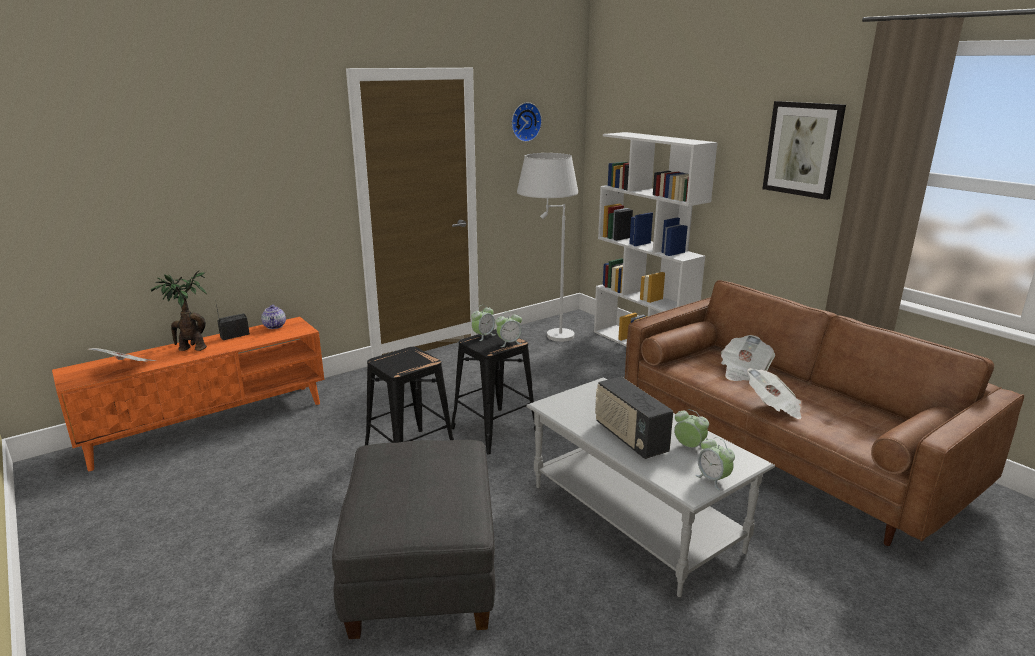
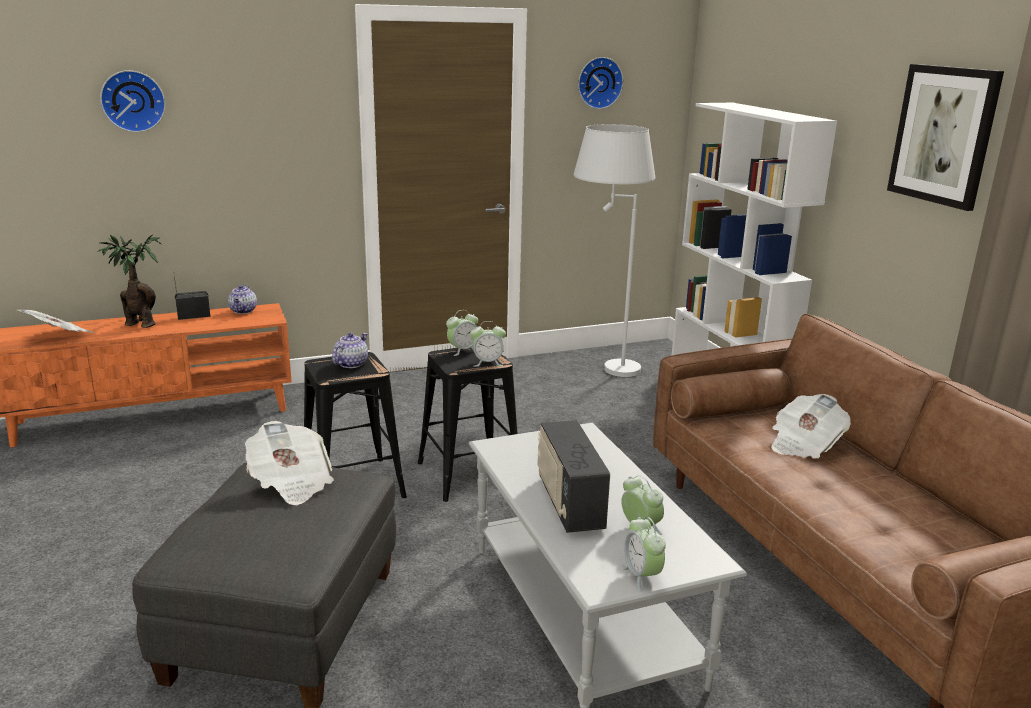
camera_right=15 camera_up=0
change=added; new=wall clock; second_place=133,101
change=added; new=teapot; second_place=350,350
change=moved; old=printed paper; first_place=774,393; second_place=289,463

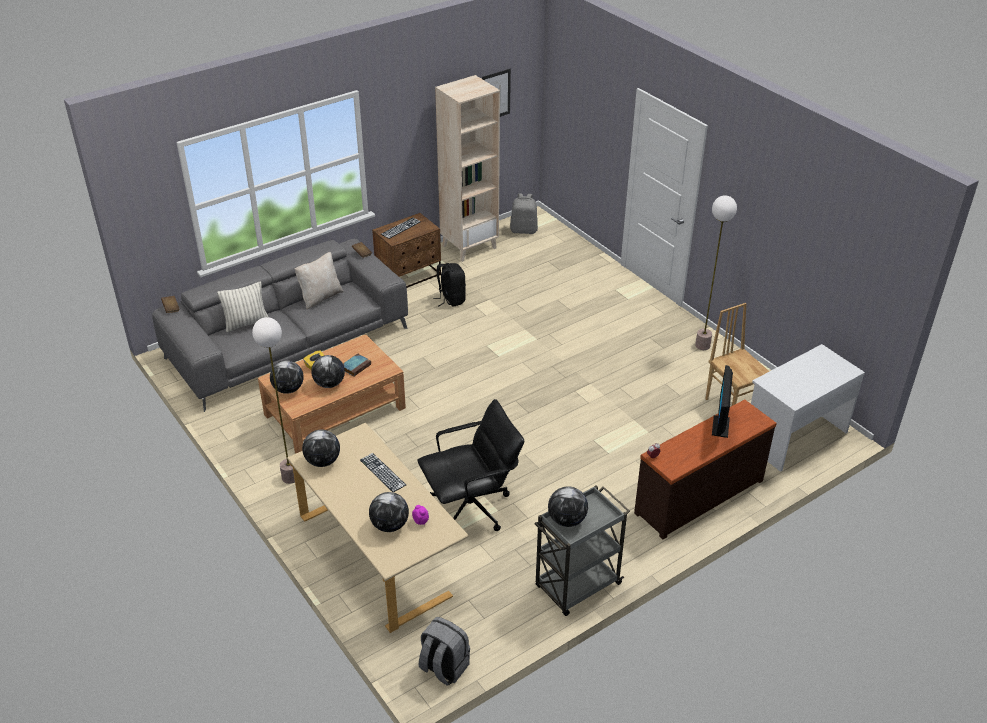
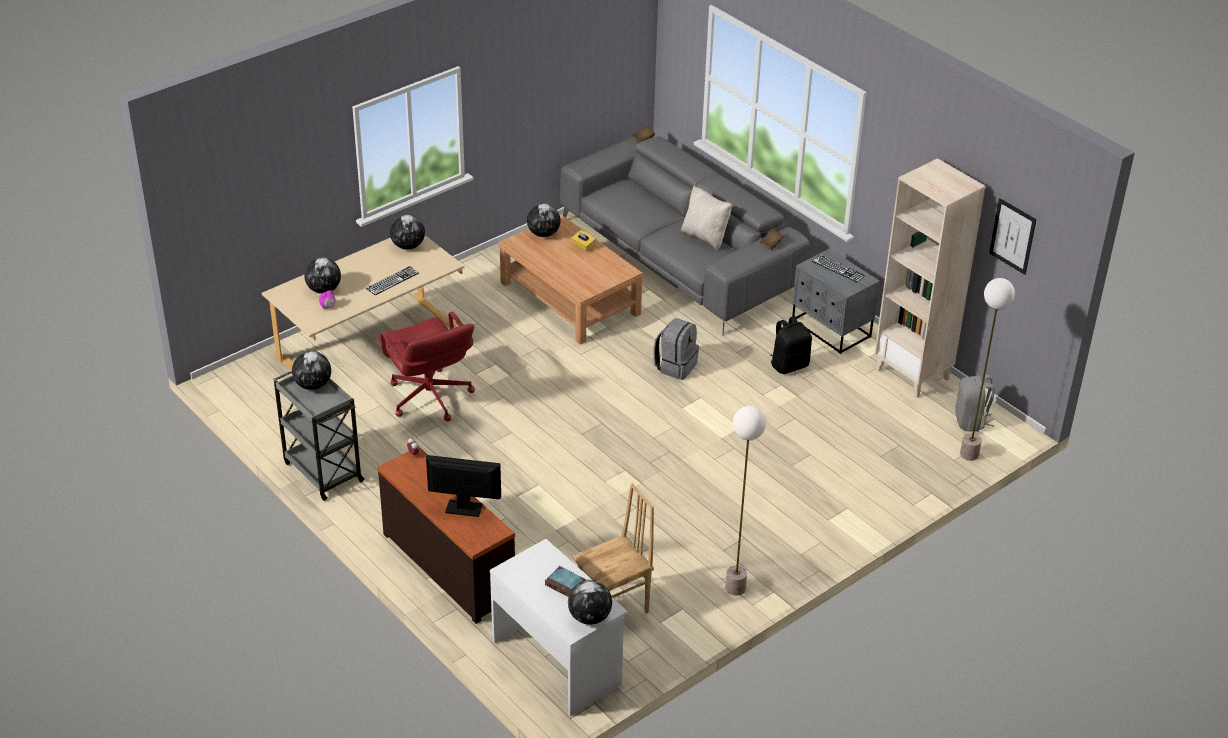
camera_right=85 camera_up=0
change=removed; old=pillow; first_place=243,306
change=moved; old=standing lamp; first_place=273,400; second_place=987,369
change=moved; old=globe; first_place=328,371; second_place=590,602
change=moved; old=book; first_place=357,365; second_place=565,581
change=moved; old=gray backpack; first_place=444,651; second_place=676,349
change=recoloured; old=brown-coloured night table; new=gray night table; first_place=406,250; second_place=836,301
change=recoloured; old=black-coloured office chair; new=red-coloured office chair; first_place=471,465; second_place=426,366

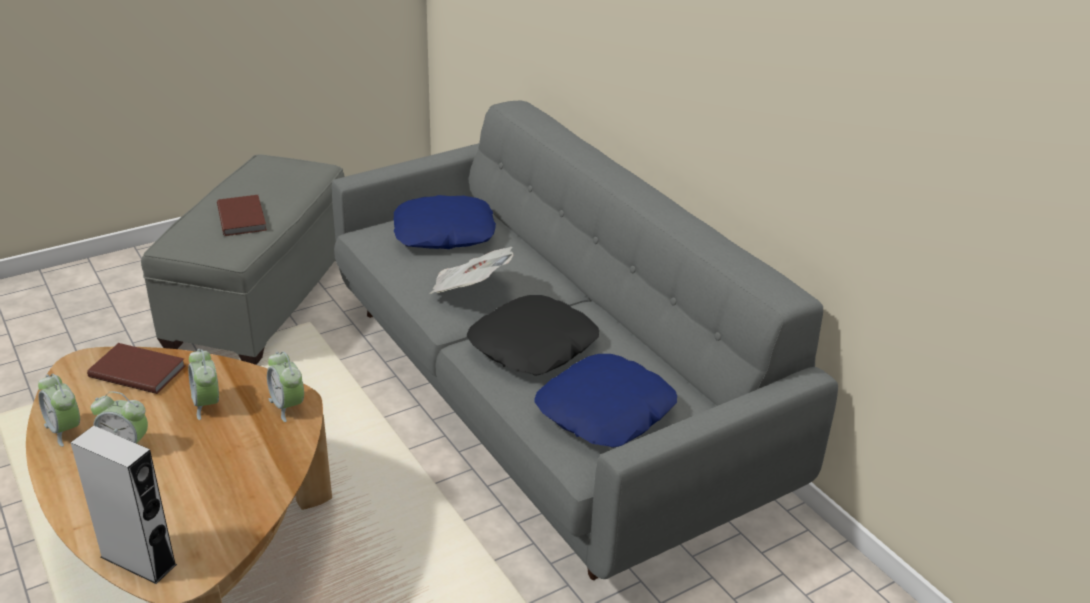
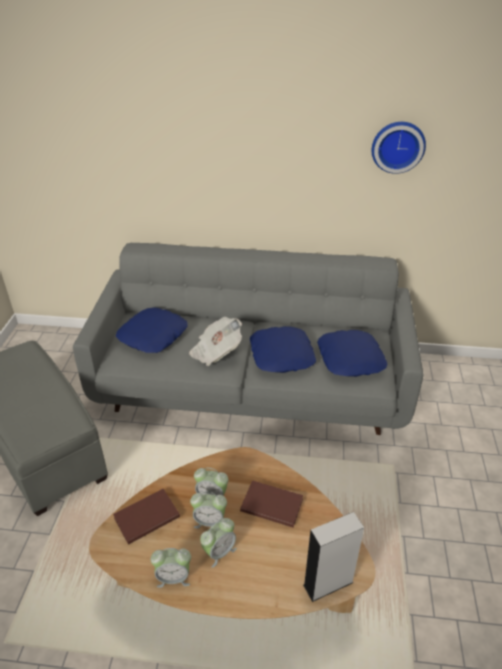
camera_right=-50 camera_up=5
change=added; new=wall clock; second_place=399,148
change=moved; old=brown-coloured book; first_place=242,215; second_place=271,503
change=moved; old=bedside clock; first_place=285,386; second_place=208,510
change=recoloured; old=black-coloured pillow; new=blue-coloured pillow; first_place=533,335; second_place=283,349

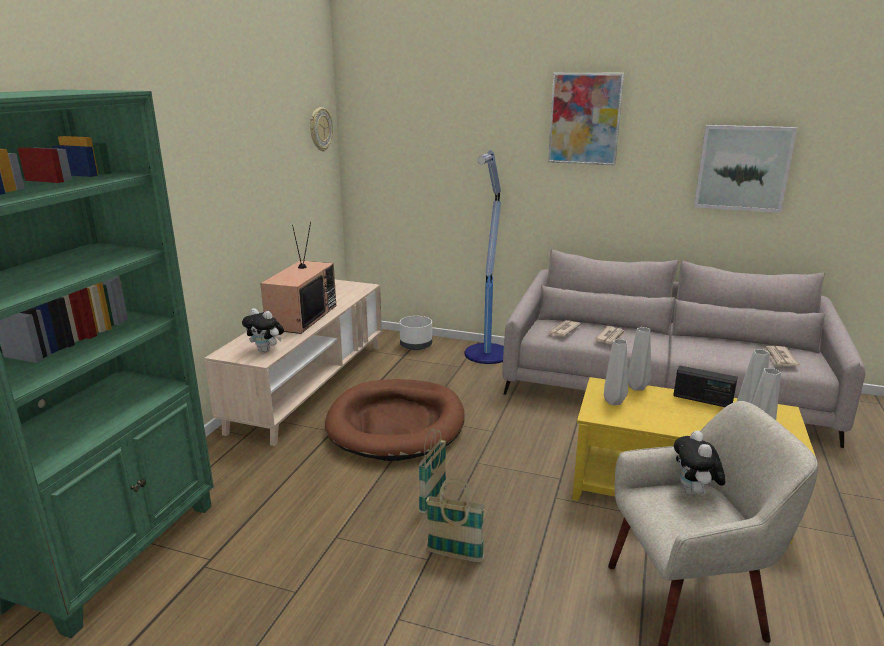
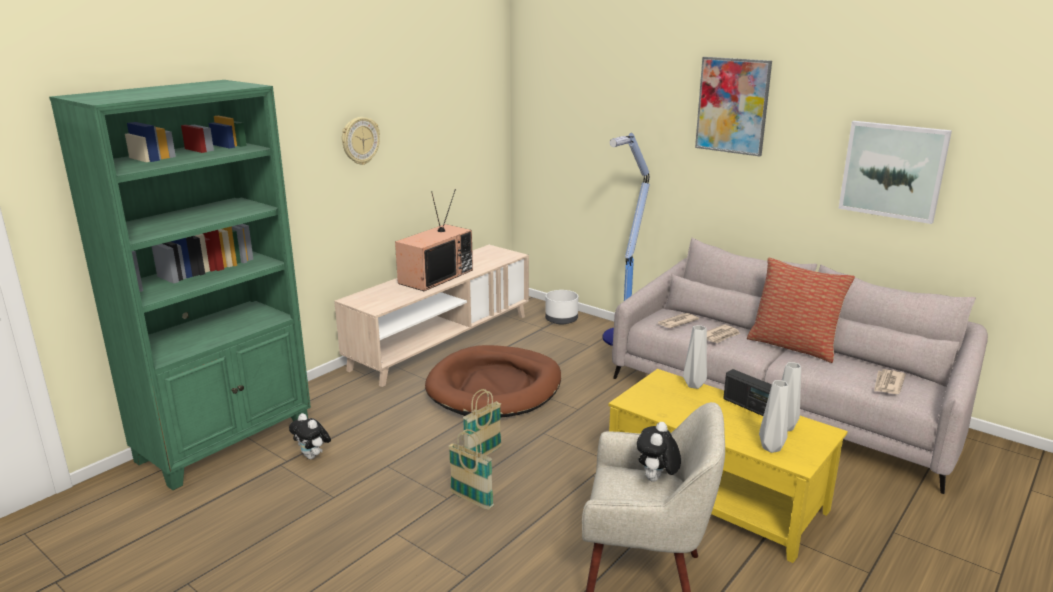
camera_right=20 camera_up=0
change=removed; old=gray decorative vase; first_place=616,372
change=added; new=pillow; second_place=801,310
change=moved; old=plush toy; first_place=263,330; second_place=310,436
change=moved; old=wall clock; first_place=321,129; second_place=361,141

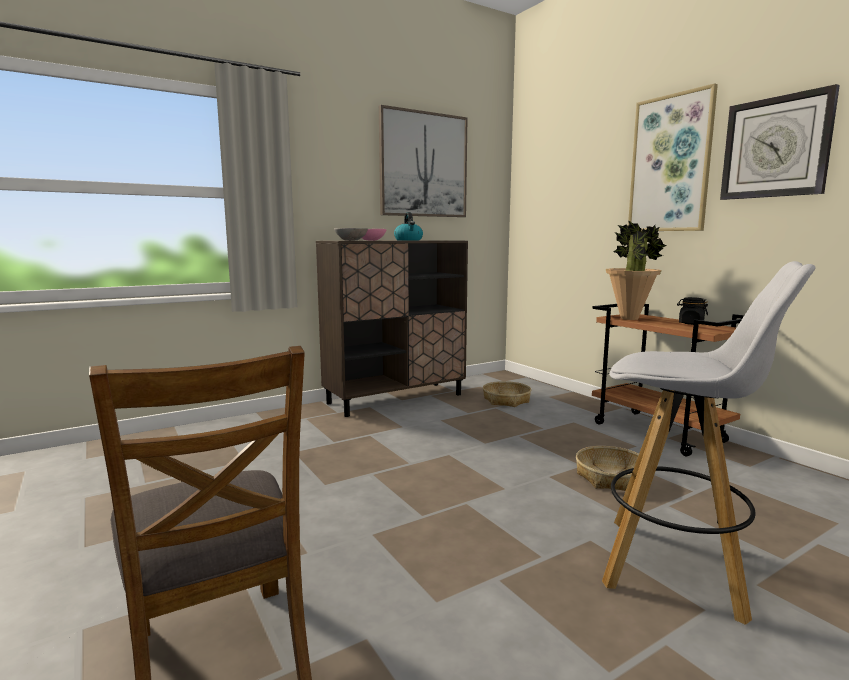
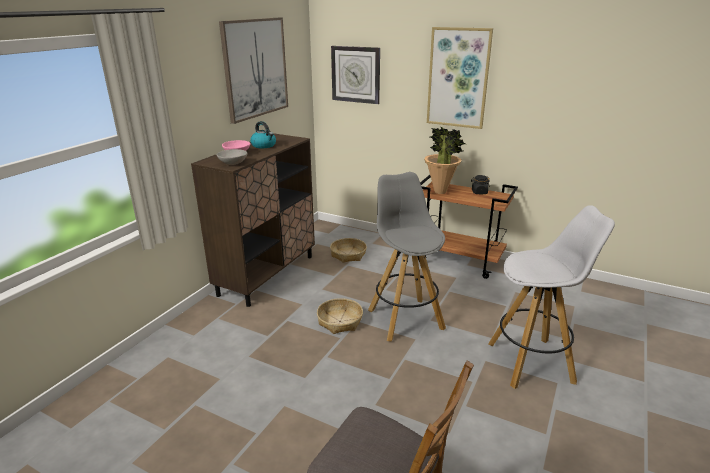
camera_right=-30 camera_up=15
change=added; new=gray stool; second_place=407,257
change=moved; old=household basket; first_place=607,468; second_place=340,316
change=moved; old=wall clock; first_place=780,142; second_place=355,75

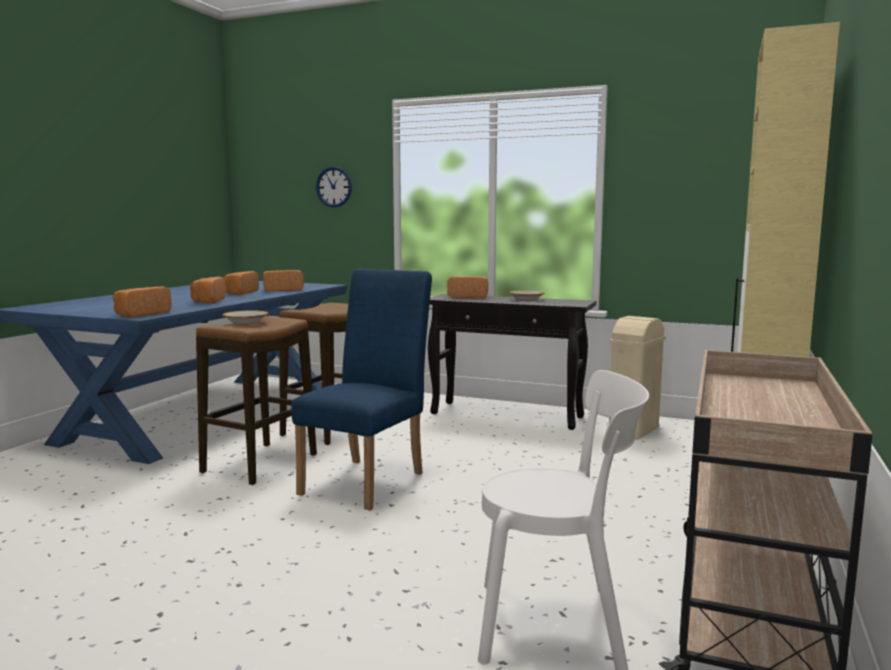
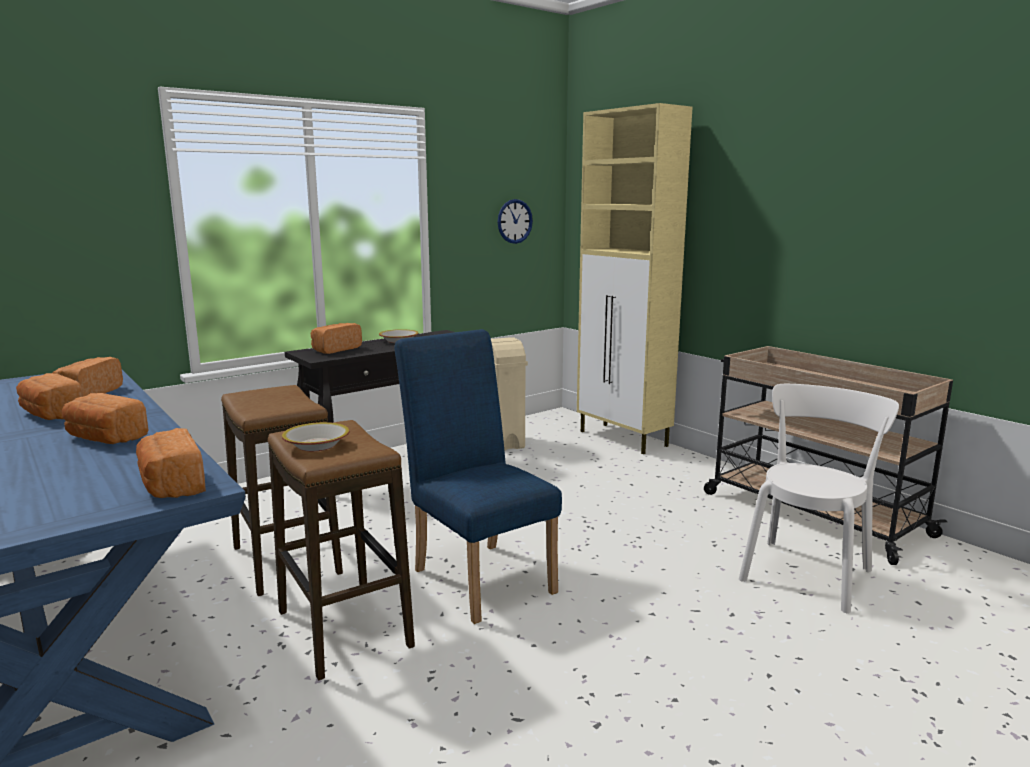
camera_right=-60 camera_up=5
change=moved; old=wall clock; first_place=334,187; second_place=515,221

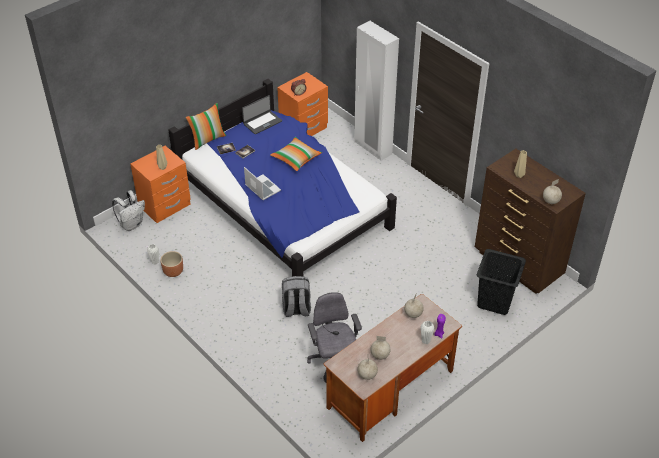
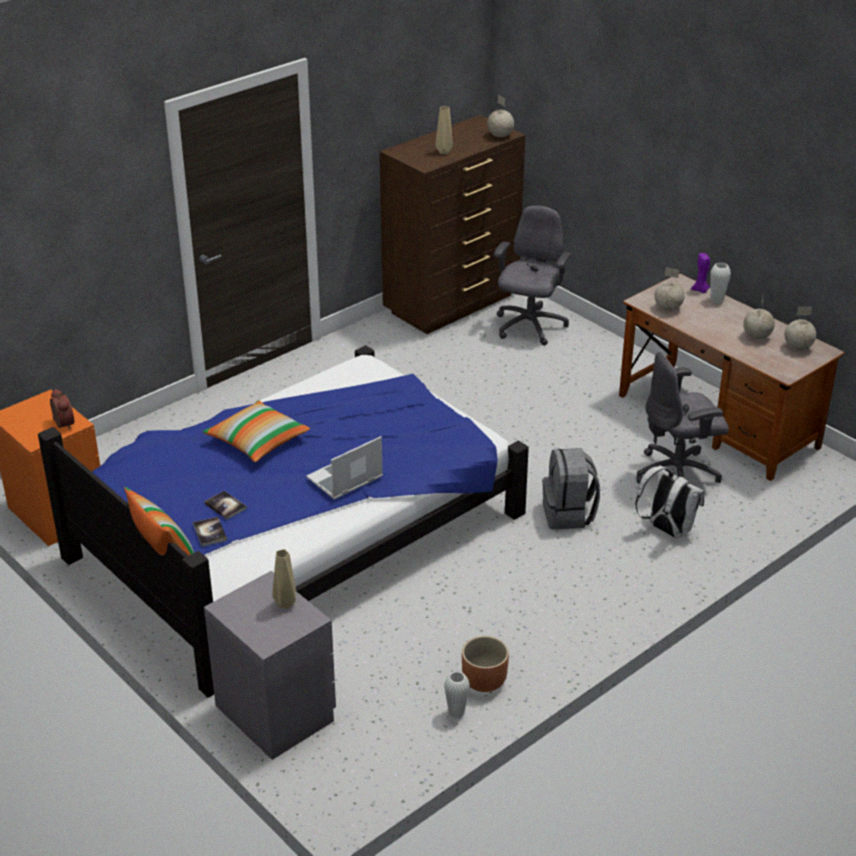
camera_right=-90 camera_up=-10
change=removed; old=notebook computer; first_place=262,114
change=removed; old=white-coloured wardrobe; first_place=376,91
change=moved; old=white-coloured backpack; first_place=128,210; second_place=669,502
change=replaced; old=black-coloured hamper; new=gray office chair; first_place=501,282; second_place=532,276
change=recoloured; old=orangey night table; new=gray night table; first_place=160,184; second_place=270,665

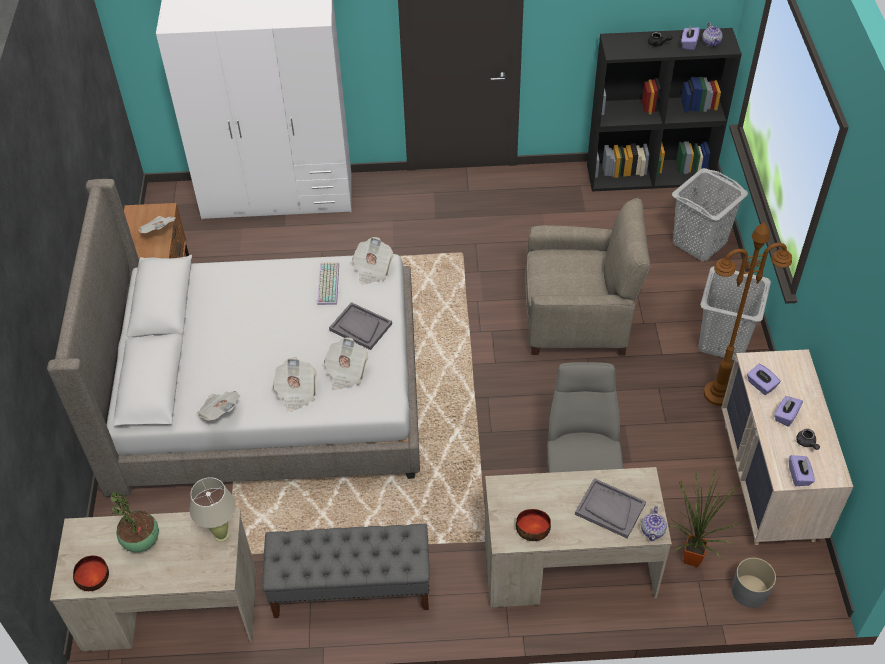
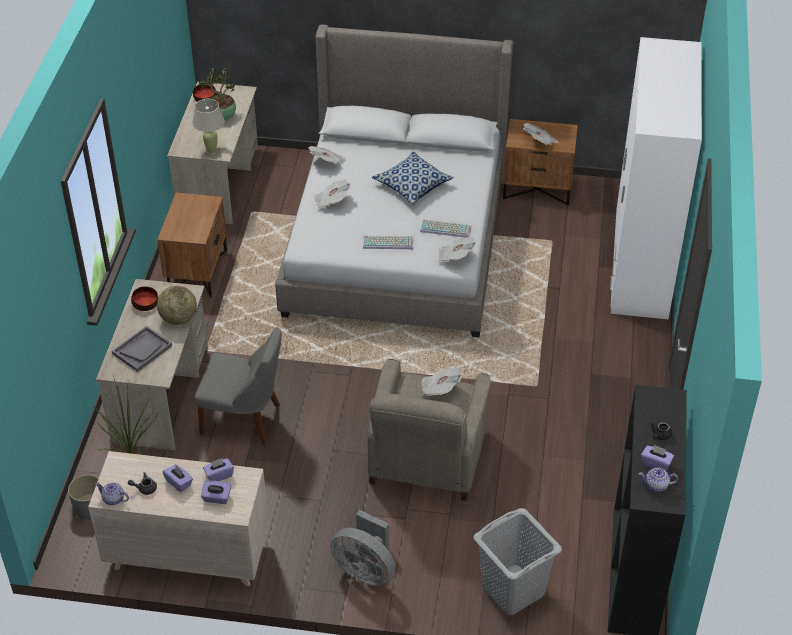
camera_right=100 camera_up=-5
change=removed; old=brown-coloured standing lamp; first_place=748,314
change=added; new=globe; second_place=177,305
change=added; new=pillow; second_place=413,177
change=moved; old=printed paper; first_place=346,363; second_place=442,382
change=moved; old=teapot; first_place=654,523; second_place=112,493
change=moved; old=purple-coloured tissue box; first_place=802,470; second_place=216,492
change=replaced; old=gray bench; new=brown-coloured night table; first_place=346,571; second_place=192,244
change=replaced; old=gray tray; new=computer keyboard; first_place=360,326; second_place=388,242
change=replaced; old=gray hamper; new=gray fan; first_place=734,313; second_place=363,548

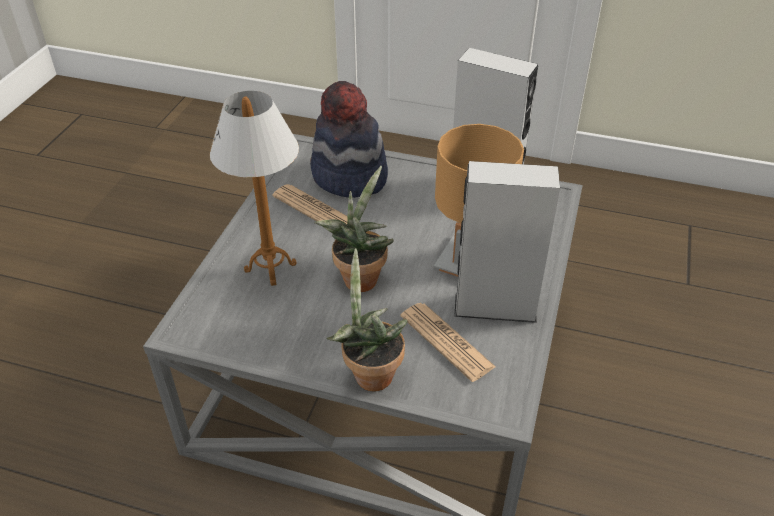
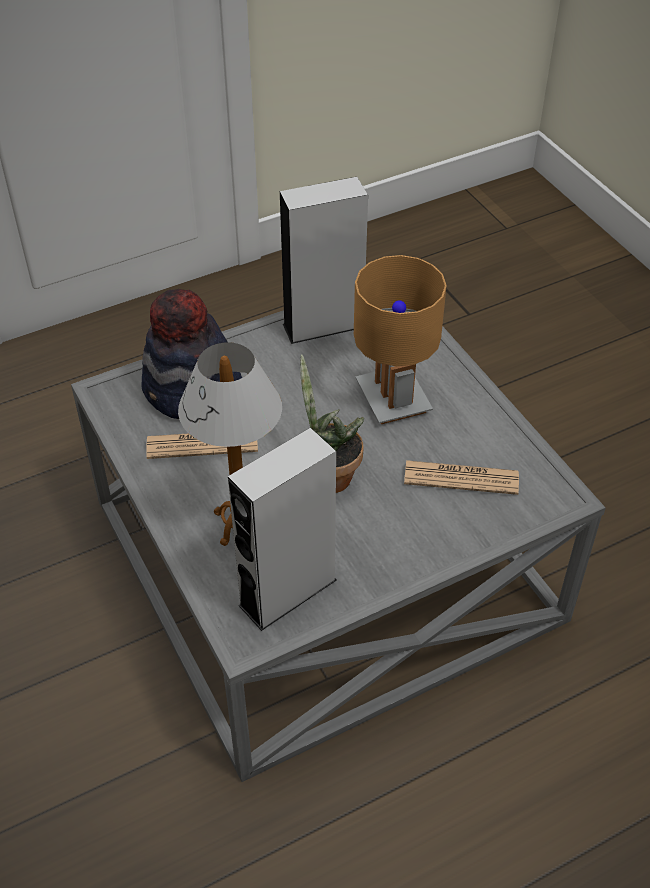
camera_right=-45 camera_up=5
change=removed; old=potted plant; first_place=366,319
change=moved; old=gray speaker; first_place=507,242; second_place=282,529

